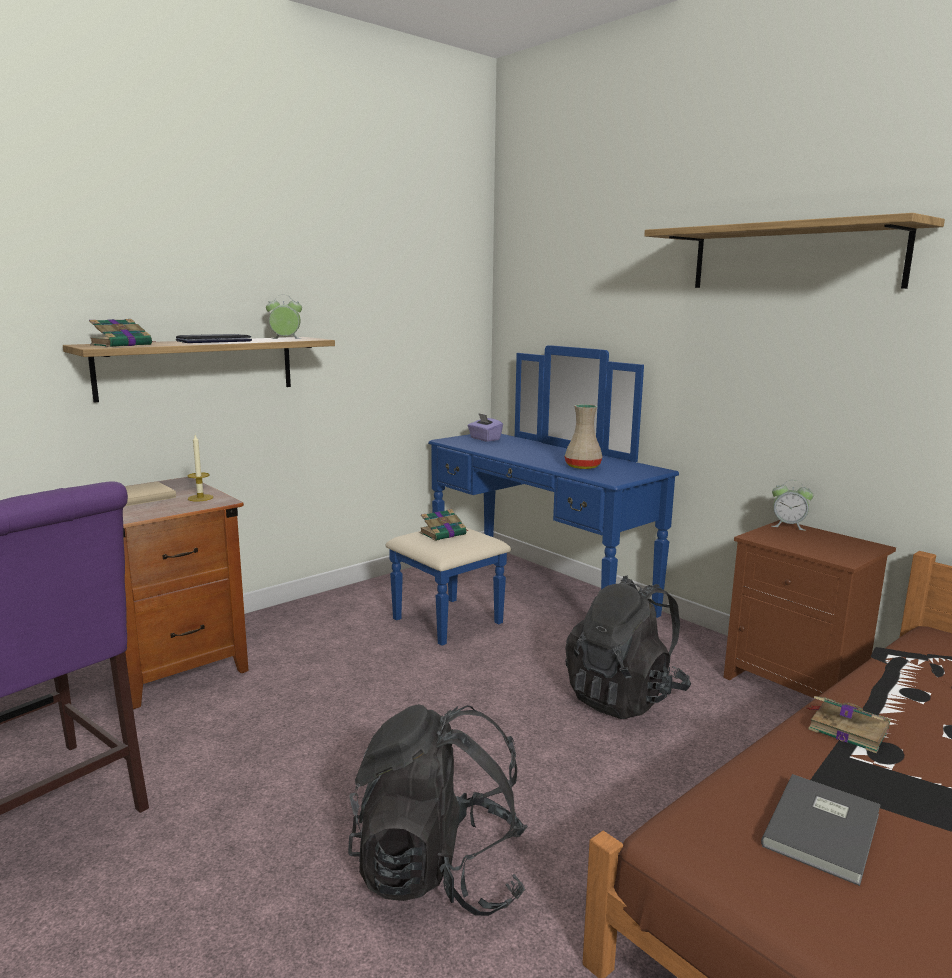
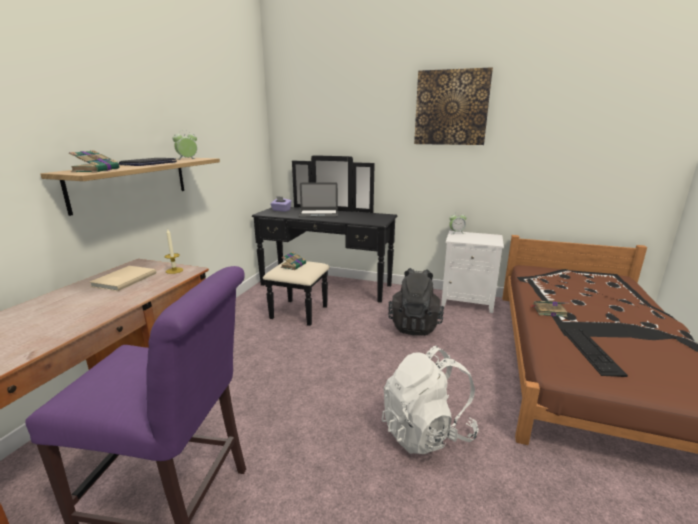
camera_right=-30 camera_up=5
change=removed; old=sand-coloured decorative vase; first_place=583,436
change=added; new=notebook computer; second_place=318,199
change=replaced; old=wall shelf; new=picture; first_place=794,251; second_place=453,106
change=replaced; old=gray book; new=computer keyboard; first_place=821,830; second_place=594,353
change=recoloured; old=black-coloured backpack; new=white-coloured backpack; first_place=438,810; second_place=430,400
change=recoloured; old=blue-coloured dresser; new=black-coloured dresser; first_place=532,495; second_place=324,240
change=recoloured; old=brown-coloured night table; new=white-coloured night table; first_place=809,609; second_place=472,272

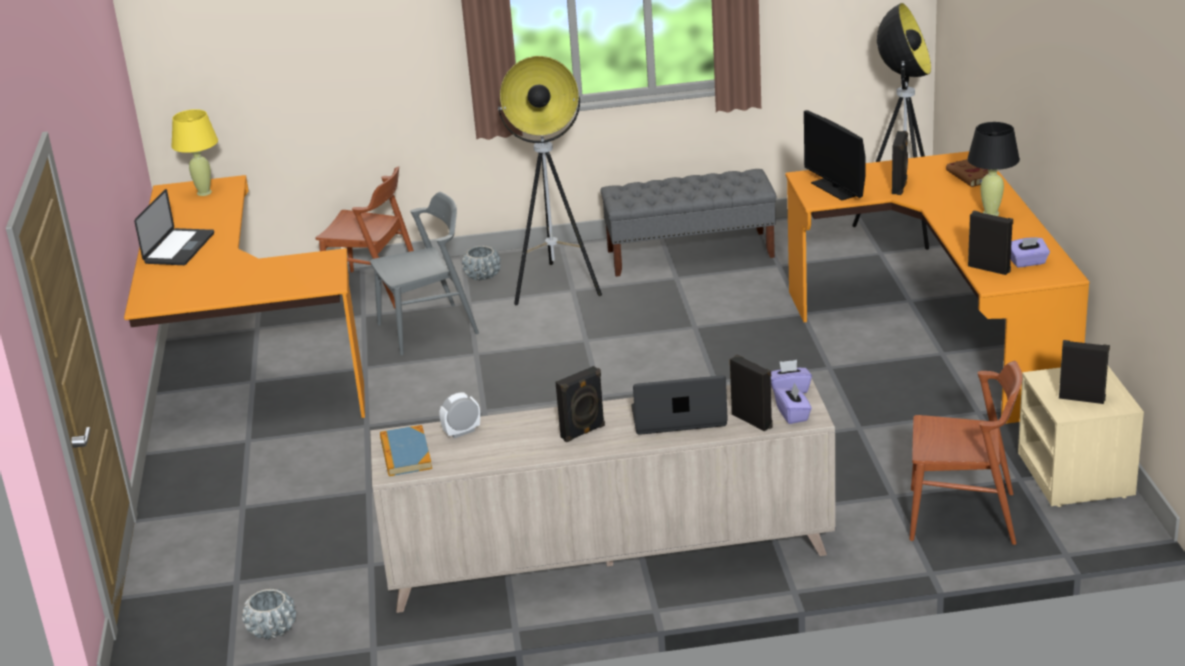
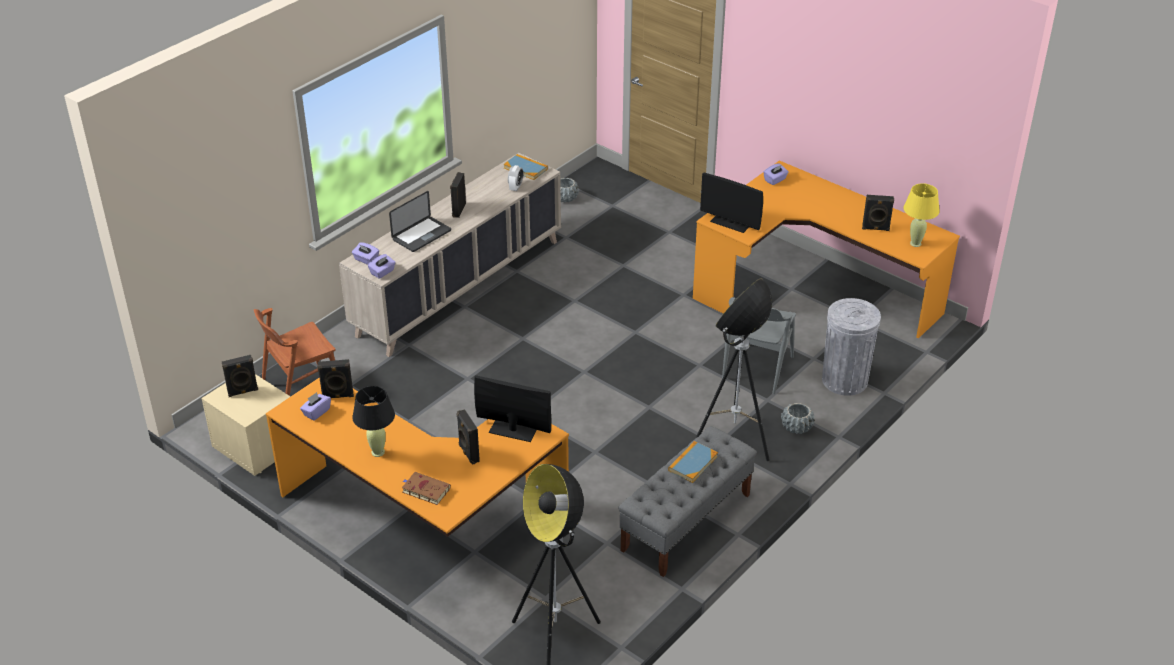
camera_right=135 camera_up=10
change=removed; old=notebook computer; first_place=174,227
change=added; new=book; second_place=693,462
change=added; new=computer display; second_place=731,202
change=added; new=purple-coloured tissue box; second_place=776,174
change=moved; old=black-coloured speaker; first_place=751,392; second_place=878,213
change=replaced; old=brown-coloured upright chair; new=gray trash can; first_place=364,237; second_place=851,347

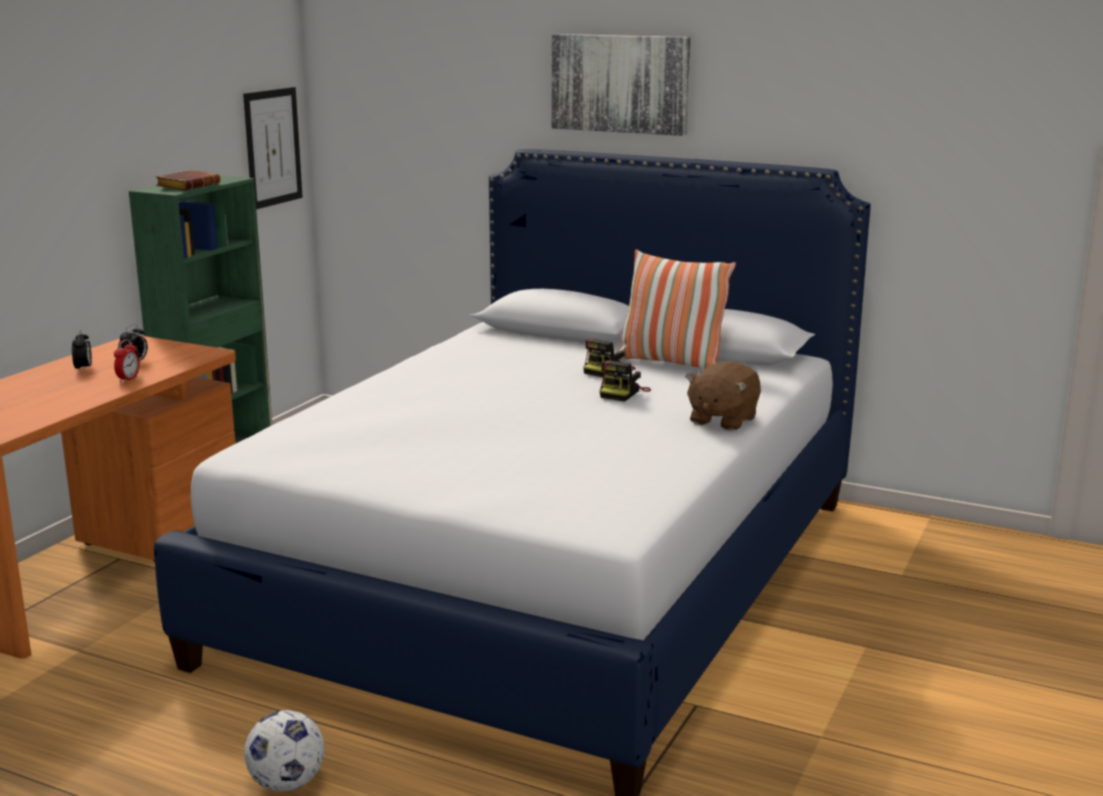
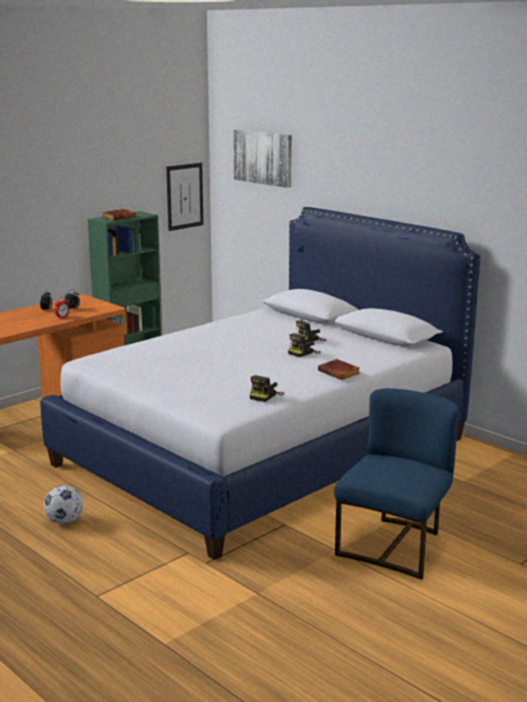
camera_right=20 camera_up=0
change=removed; old=pillow; first_place=676,309
change=added; new=photo camera; second_place=267,388
change=added; new=blue-coloured upright chair; second_place=396,484
change=moved; old=picture; first_place=621,85; second_place=262,159
change=replaced; old=brown-coloured plush toy; new=brown-coloured book; first_place=723,396; second_place=339,369

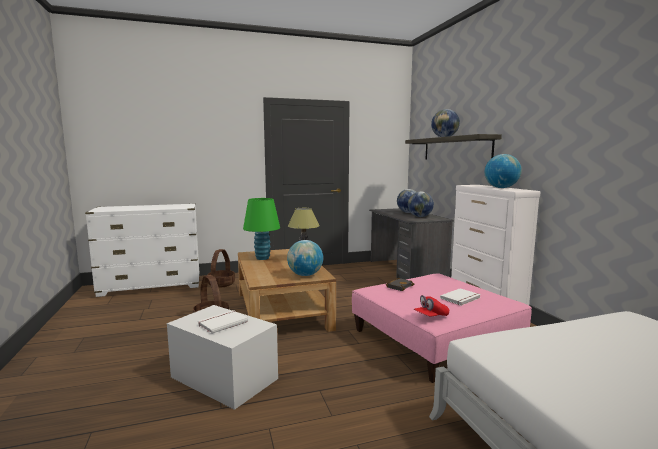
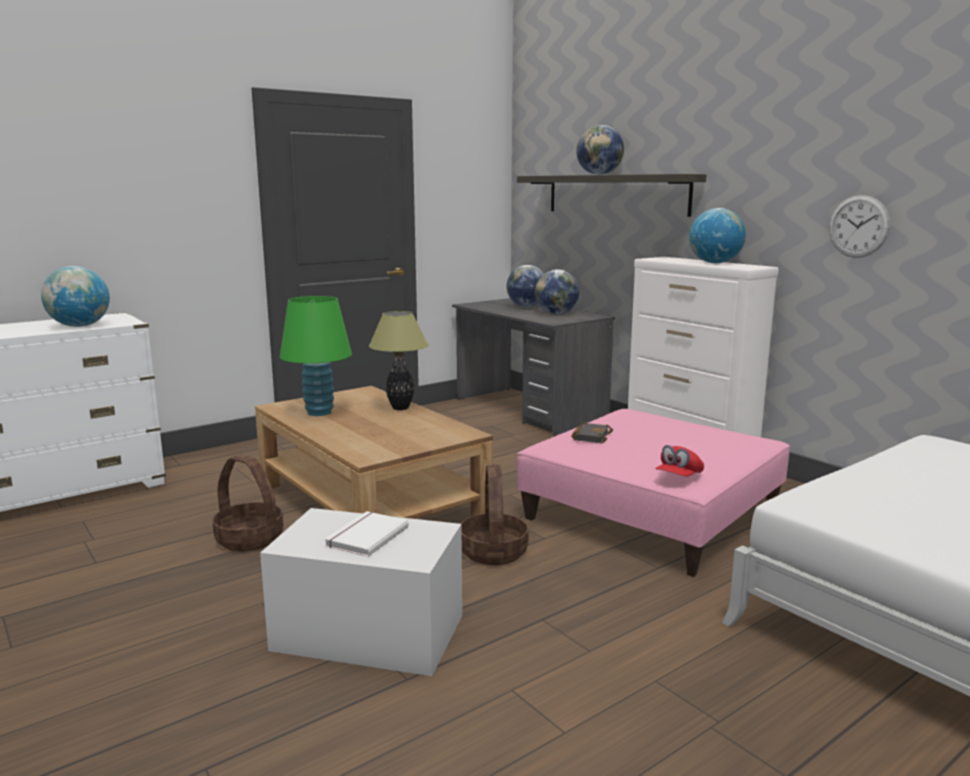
camera_right=-20 camera_up=5
change=removed; old=white-coloured book; first_place=460,297
change=added; new=wall clock; second_place=859,226
change=moved; old=household basket; first_place=221,268; second_place=495,514
change=moved; old=globe; first_place=305,258; second_place=75,296

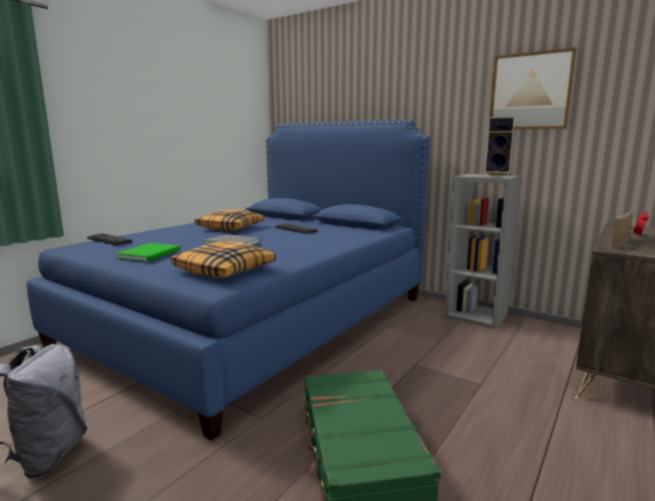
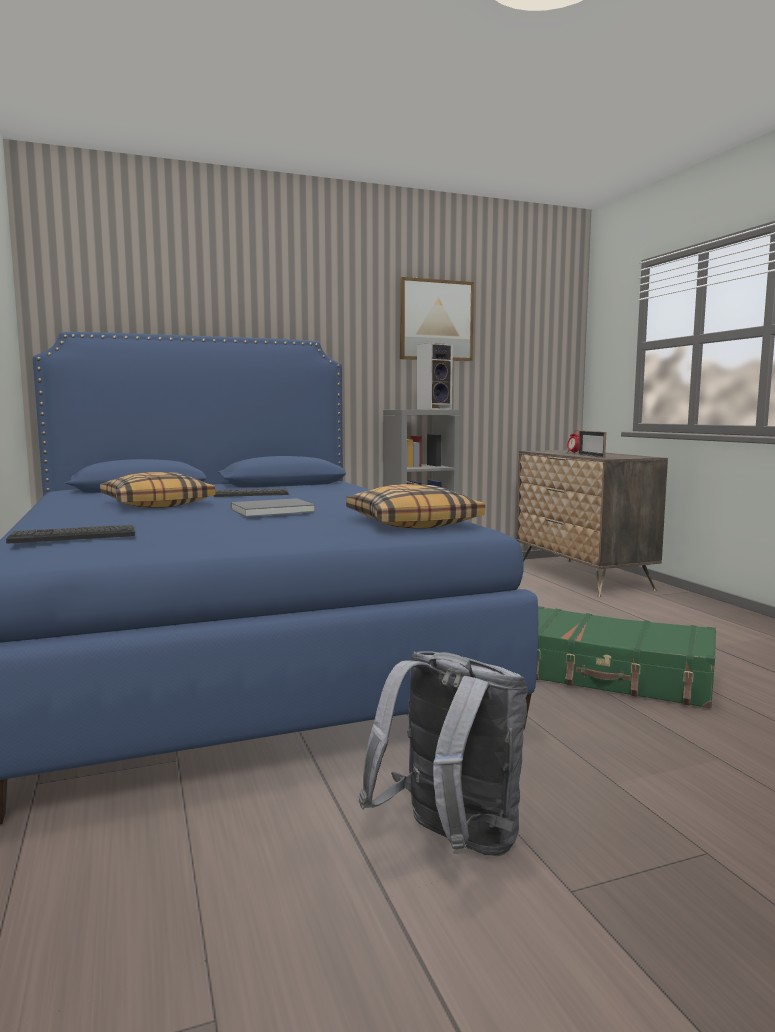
camera_right=-55 camera_up=-5
change=removed; old=green book; first_place=148,252

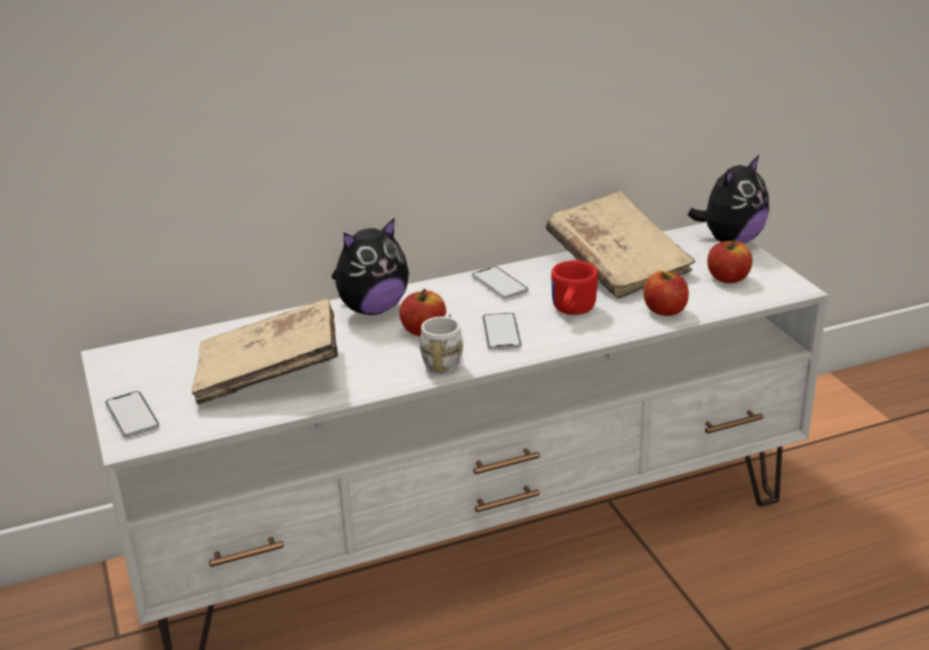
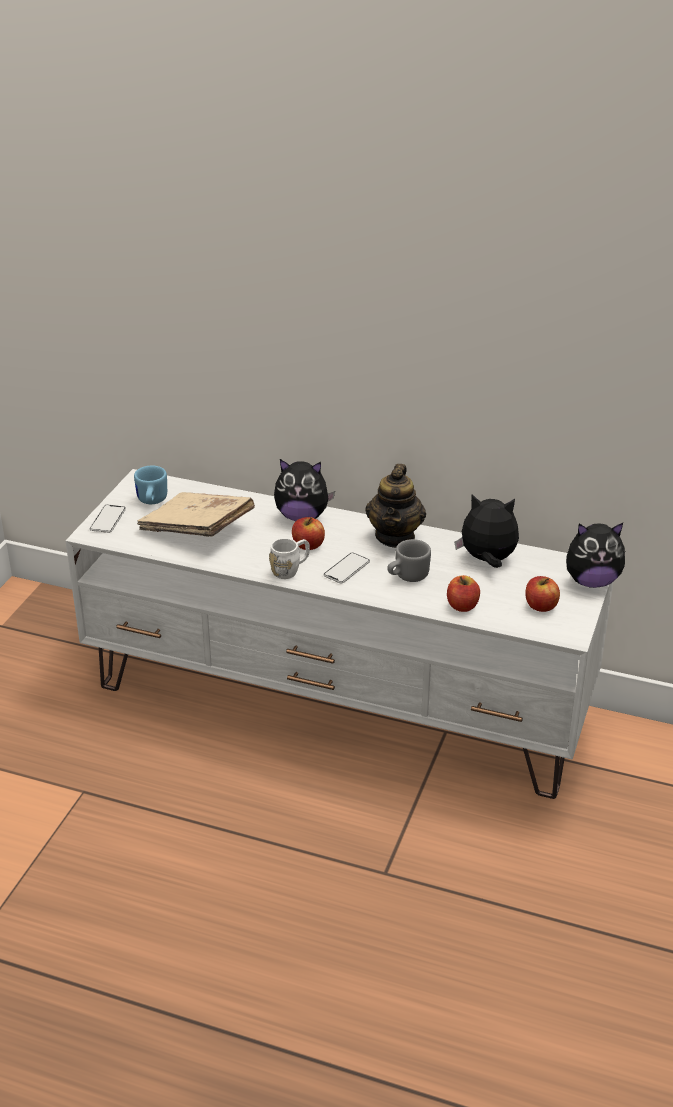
camera_right=40 camera_up=5
change=added; new=blue-coloured coffee mug; second_place=150,485
change=replaced; old=handset; new=teapot; first_place=500,282; second_place=395,506
change=replaced; old=sand-coloured book; new=plush toy; first_place=620,245; second_place=487,531
change=recoloured; old=red-coloured coffee mug; new=gray coffee mug; first_place=574,287; second_place=409,560

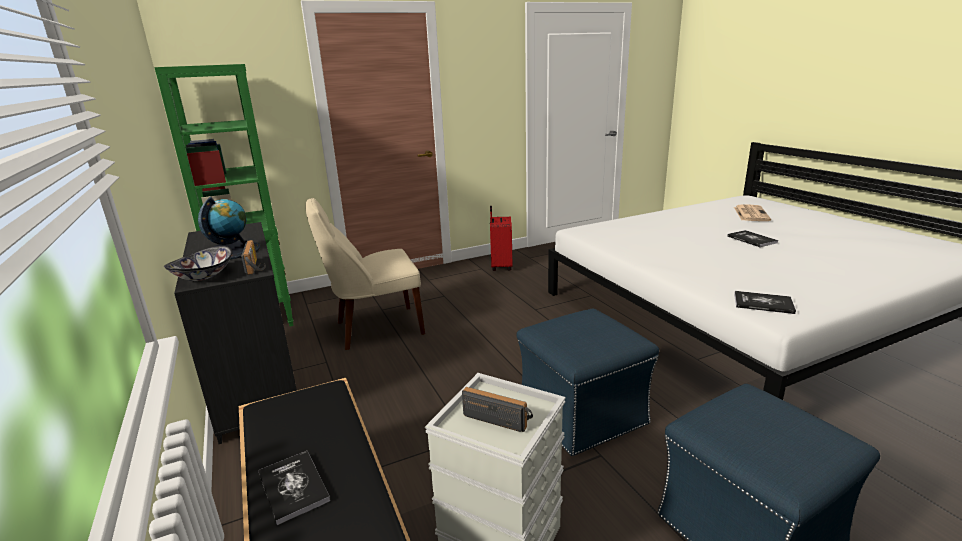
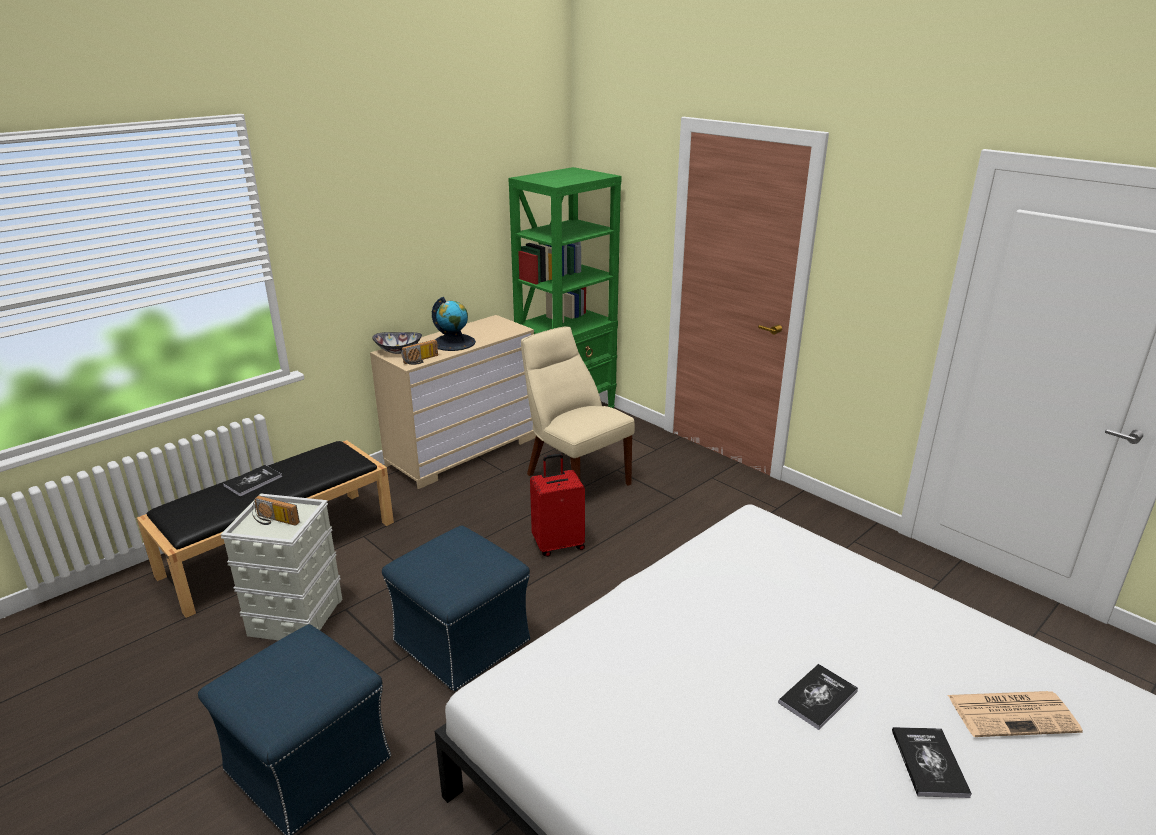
camera_right=70 camera_up=5
change=moved; old=red-coloured piece of luggage; first_place=501,238; second_place=557,505
change=moved; old=book; first_place=765,302; second_place=932,762
change=recoloured; old=black-coloured dresser; new=sand-coloured dresser; first_place=235,333; second_place=453,402
change=turned; old=radio receiver; first_place=497,409; second_place=276,511; degrees=105

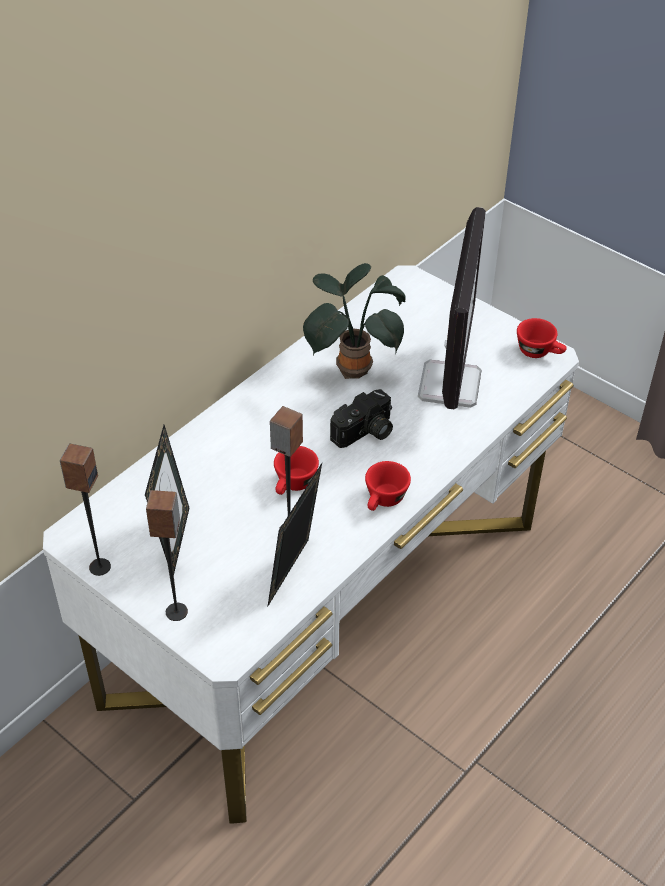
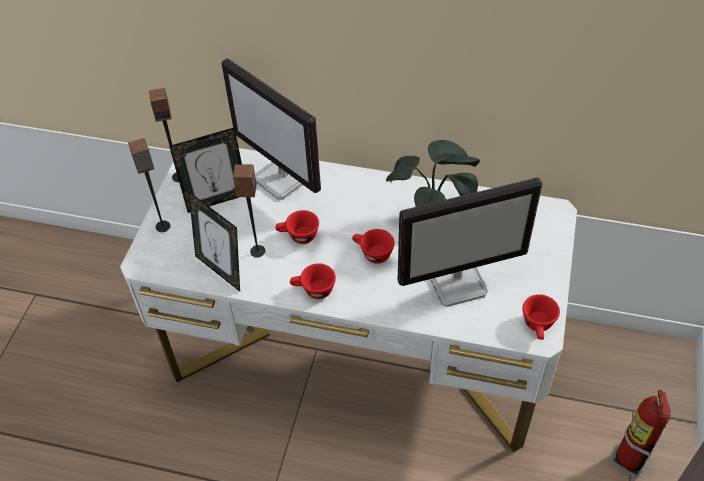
camera_right=65 camera_up=5
change=added; new=computer display; second_place=271,129
change=added; new=fire-fighting cylinder; second_place=640,434
change=replaced; old=photo camera; new=red-coloured drinking cup; first_place=361,418; second_place=373,246
change=turned; old=photo frame; first_place=295,534; second_place=214,242; degrees=-135

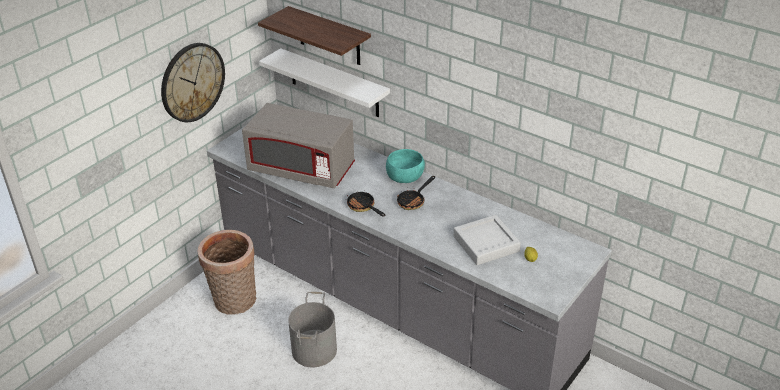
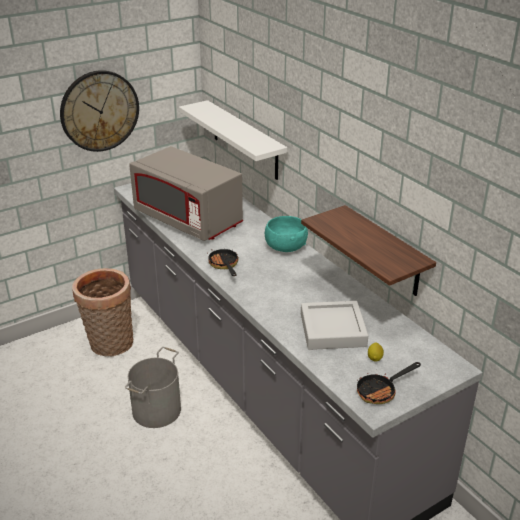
camera_right=20 camera_up=-5
change=moved; old=wall shelf; first_place=314,35; second_place=368,250
change=moved; old=skillet; first_place=416,193; second_place=389,383

